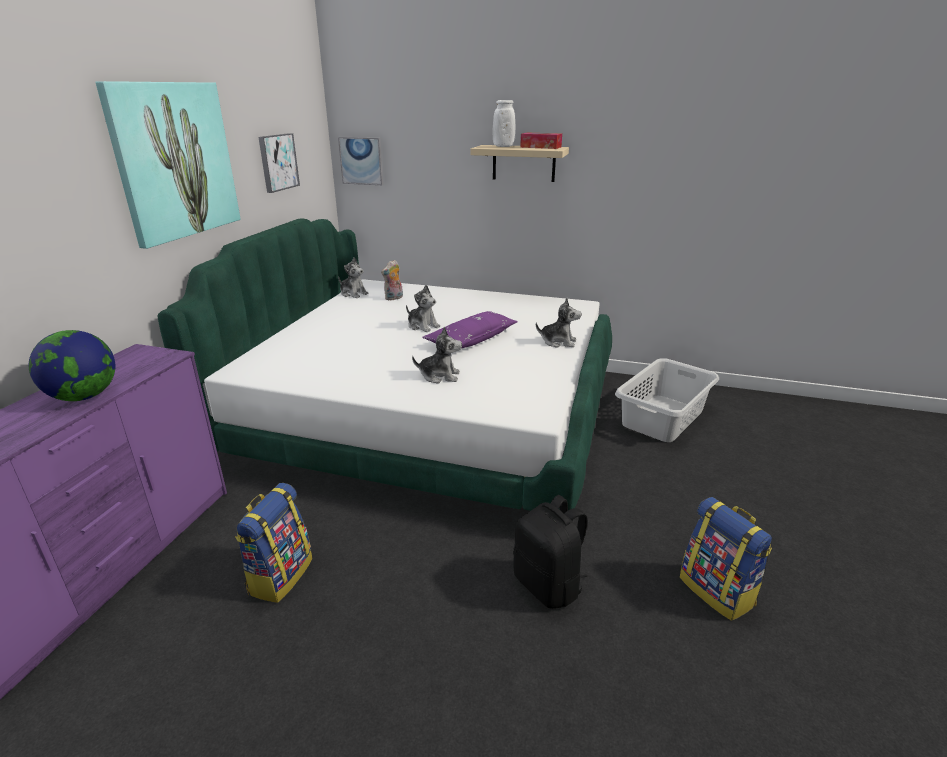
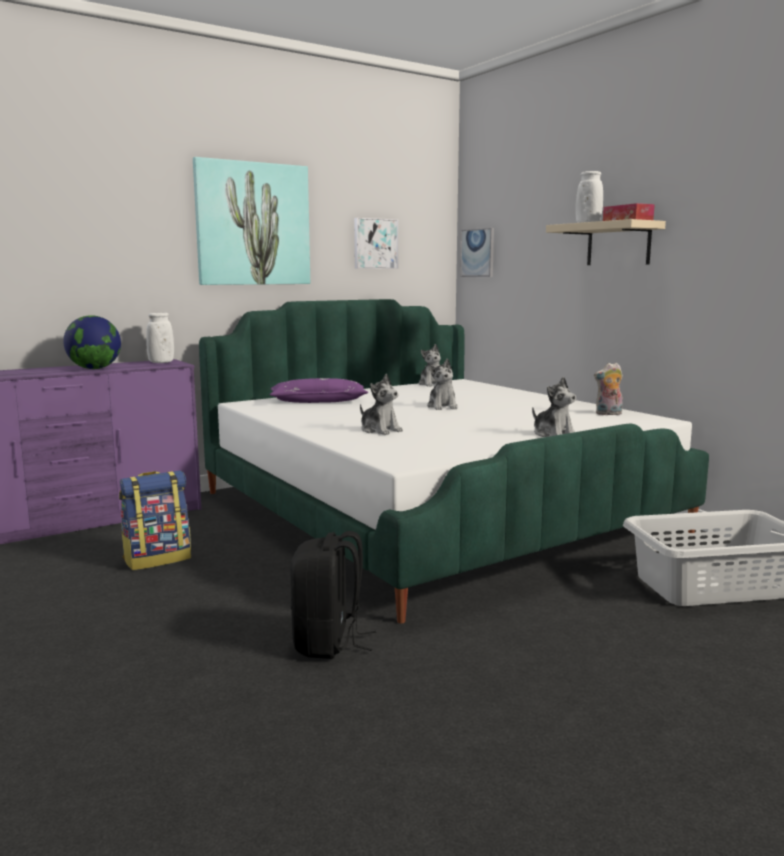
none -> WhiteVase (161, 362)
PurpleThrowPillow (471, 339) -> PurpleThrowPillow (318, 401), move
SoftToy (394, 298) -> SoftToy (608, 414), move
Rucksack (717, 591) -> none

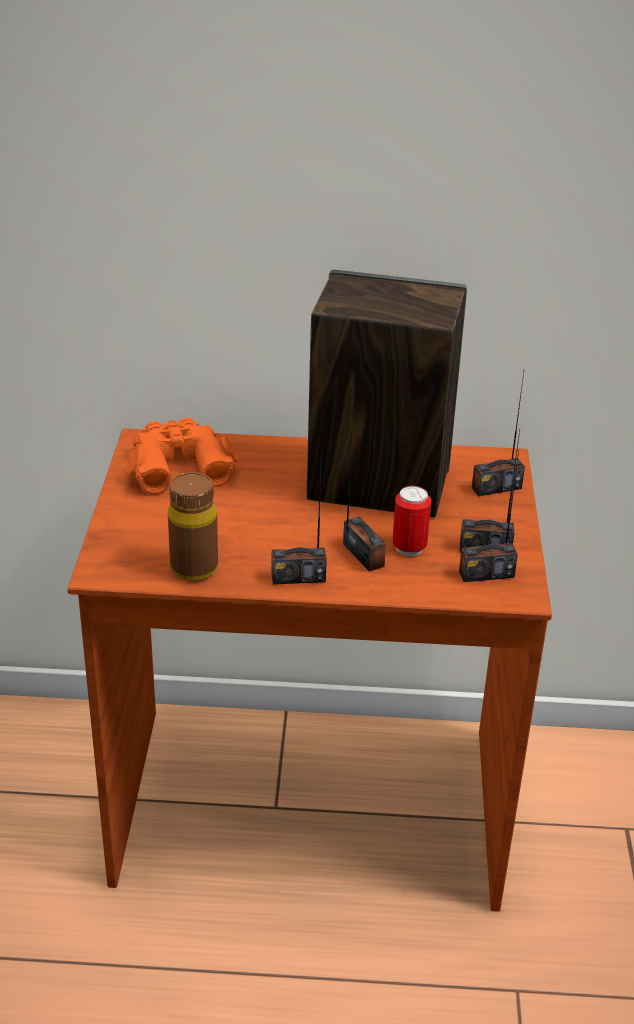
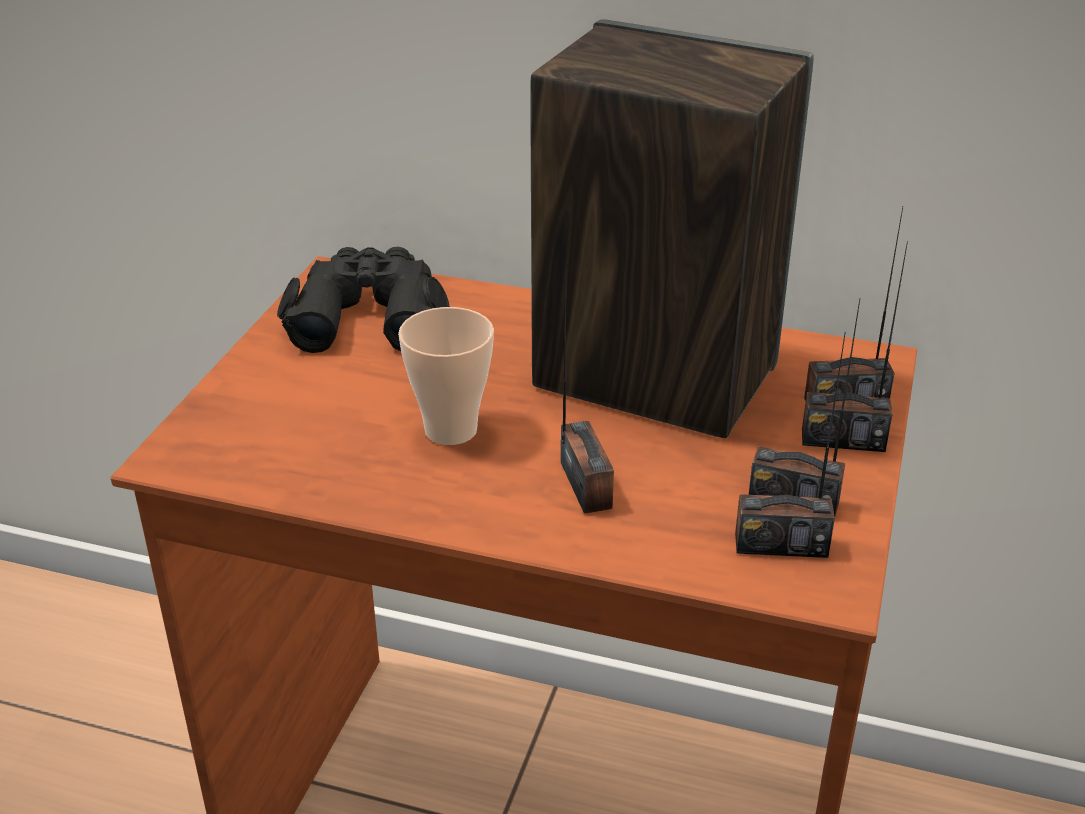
OrangeColouredFieldGlasses (178, 465) -> BlackFieldGlasses (367, 314)
none -> SmallCup (451, 430)
Radio (298, 577) -> Radio (843, 440), move
BrownishBeverageBottle (194, 568) -> none
MetalCan (409, 548) -> none

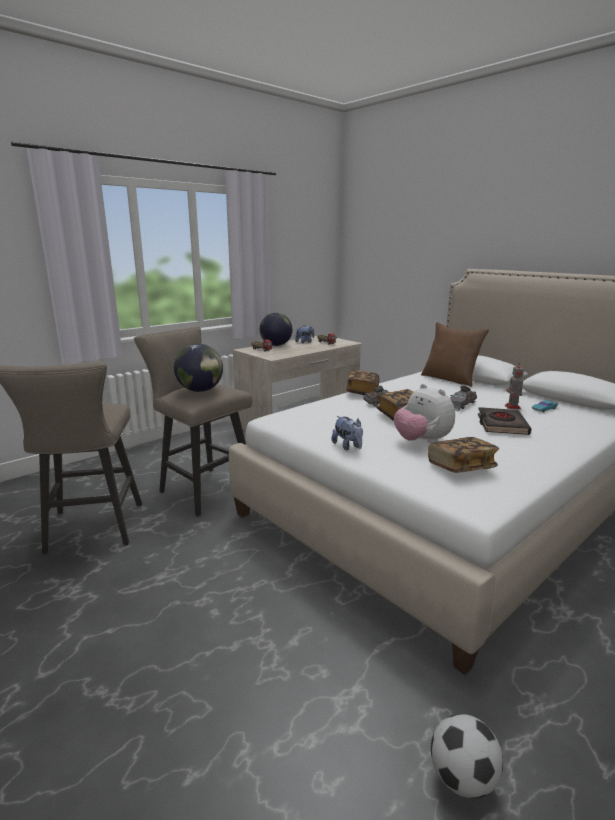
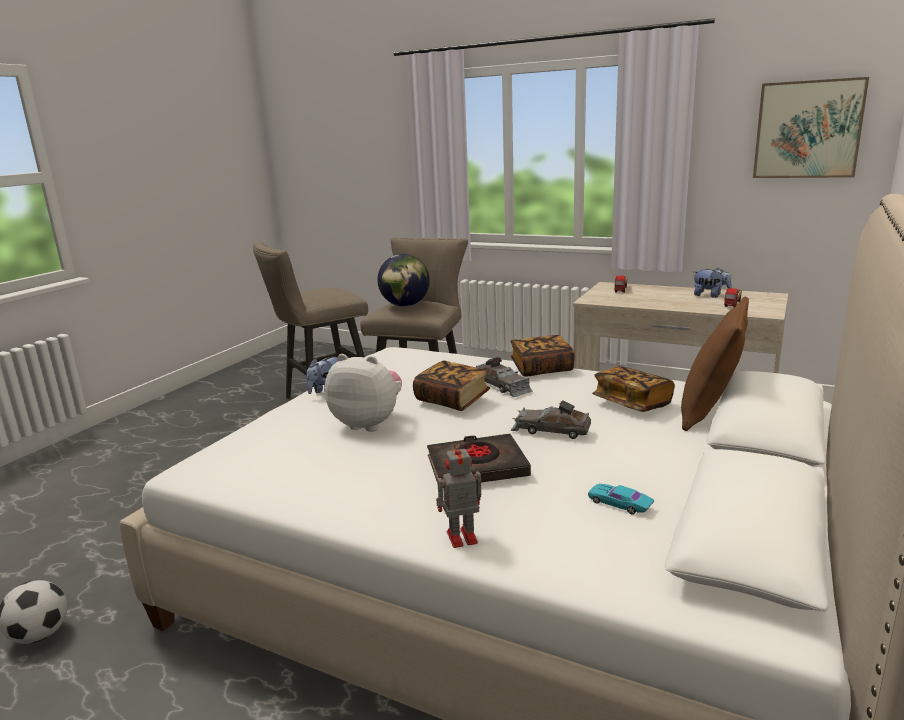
SoftToy (422, 441) -> SoftToy (369, 423), 75 degrees clockwise
RobotFigure (512, 407) -> RobotFigure (460, 537), move
Volume (461, 467) -> Volume (632, 403), move
none -> WallPicture (808, 129)
DeskGlobe (276, 345) -> none

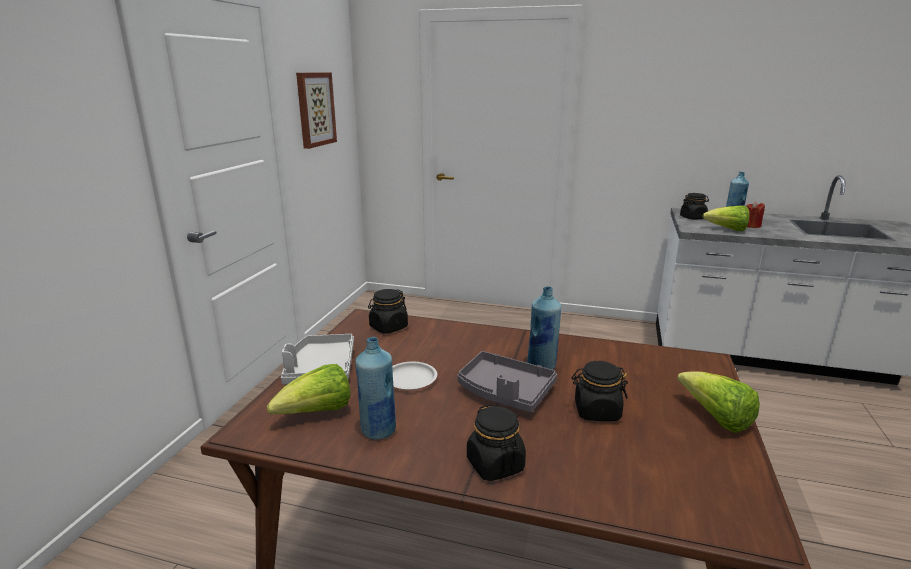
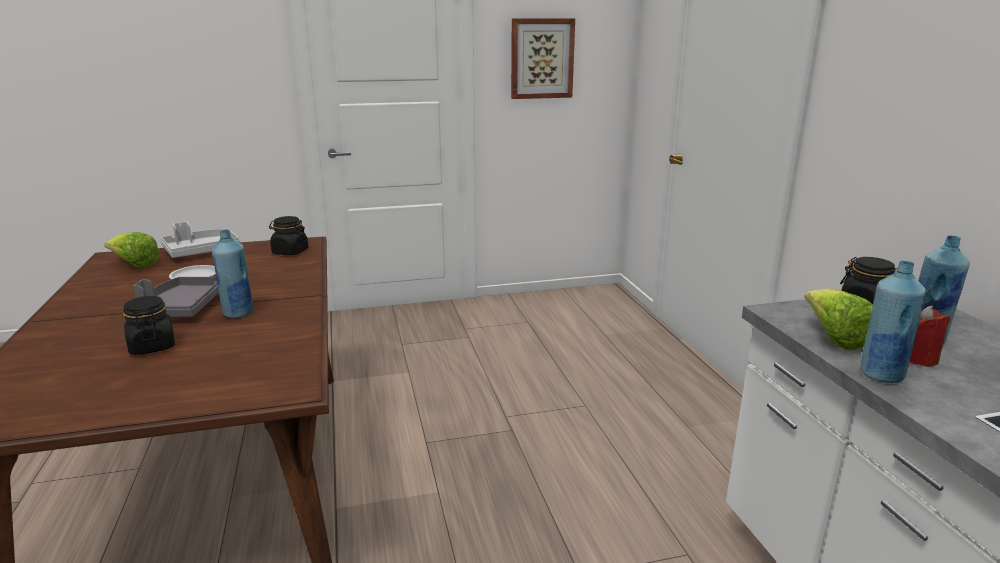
BluishBeverageBottle (378, 431) -> BluishBeverageBottle (880, 374), move
BlackStorageJar (495, 465) -> none
Lettuce (715, 418) -> none

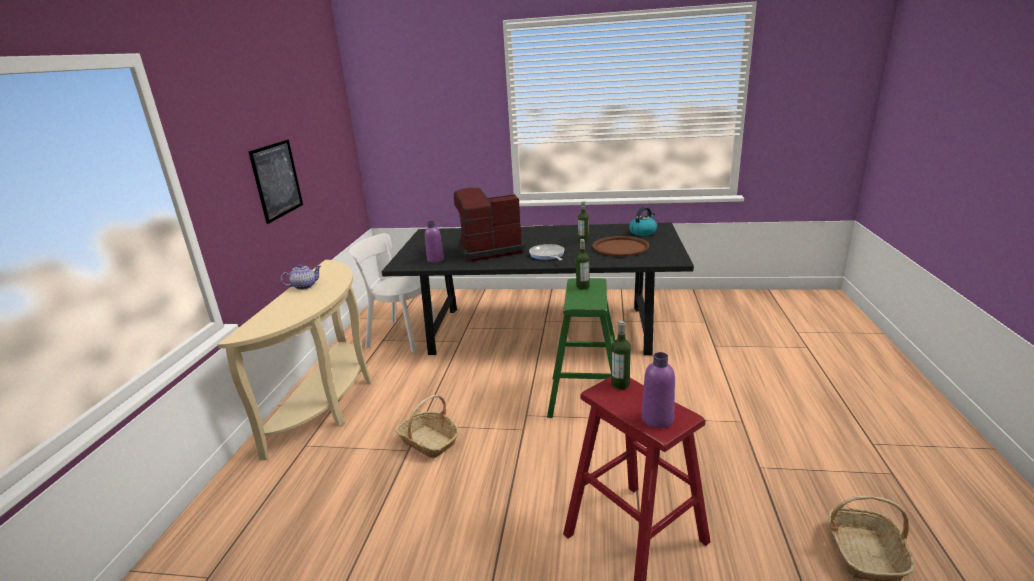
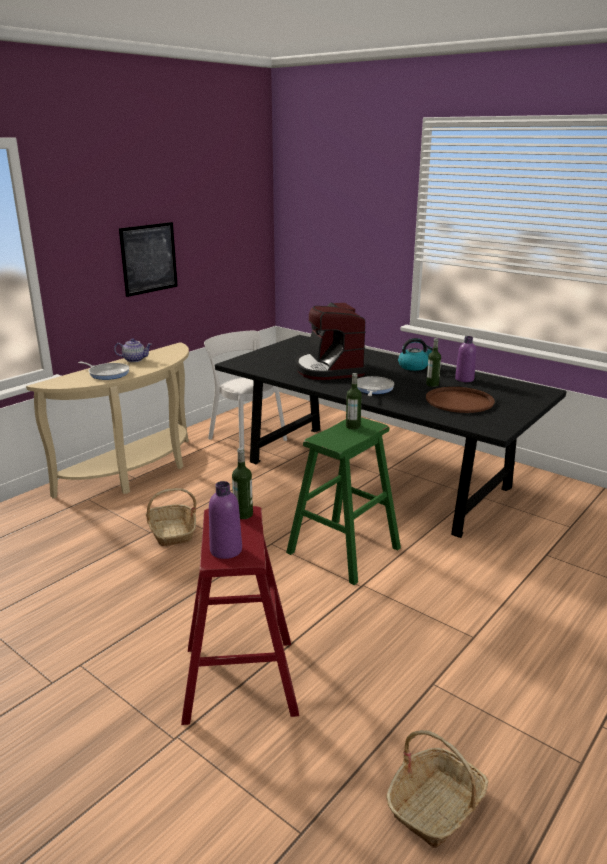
none -> Skillet (107, 373)
CoffeeBrewer (489, 249) -> CoffeeBrewer (329, 369), 120 degrees counterclockwise
TeaKettle (643, 232) -> TeaKettle (413, 366), move
PurpleBeverageBottle (435, 259) -> PurpleBeverageBottle (464, 379), move

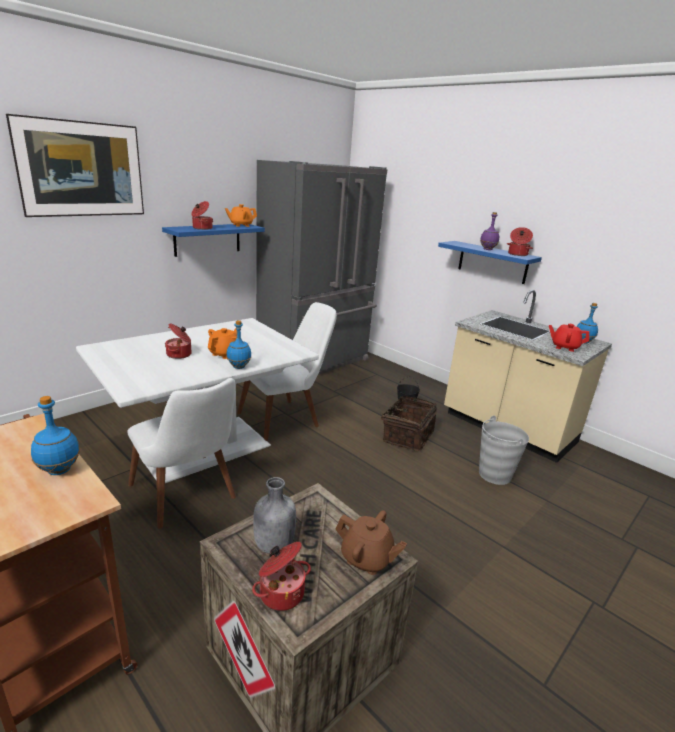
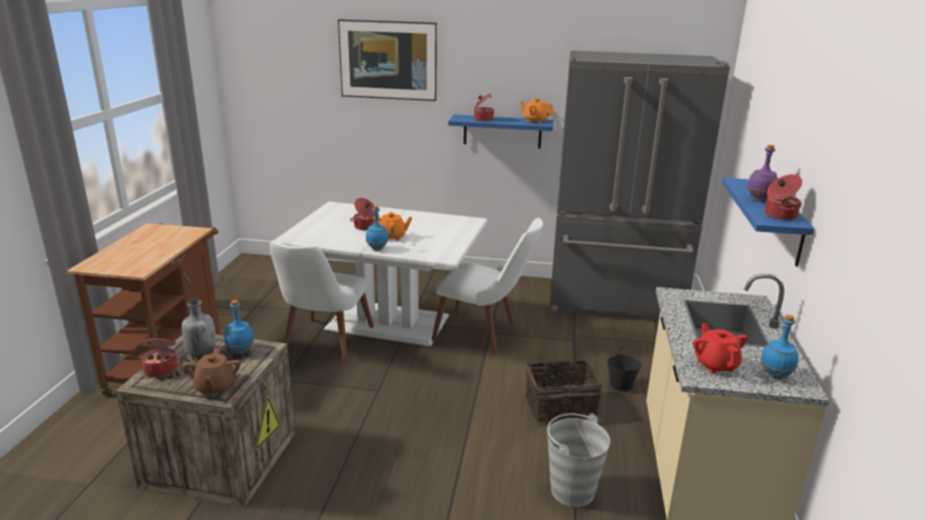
BluishBeverageBottle (58, 470) -> BluishBeverageBottle (240, 351), move

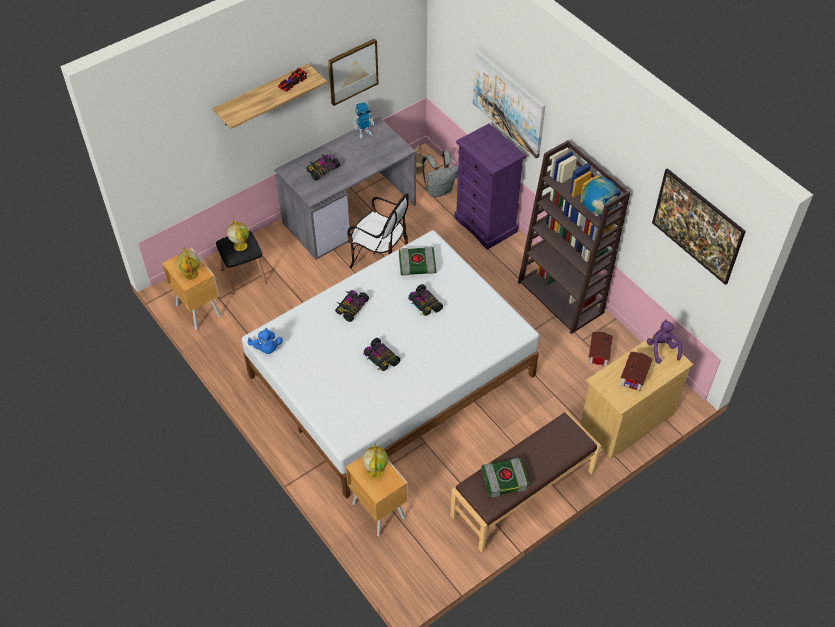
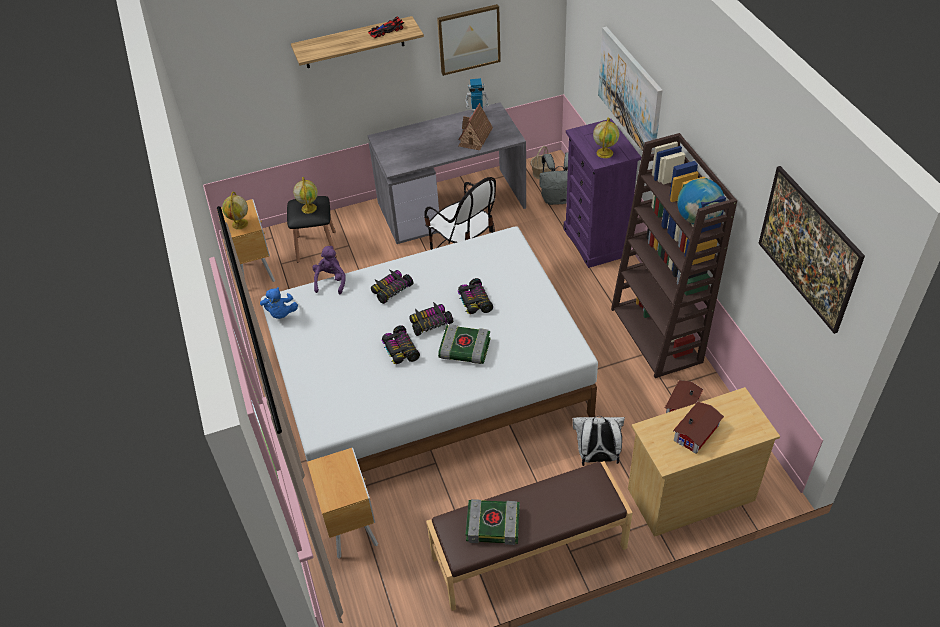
PurpleSoftToy (662, 349) -> PurpleSoftToy (331, 281), move
ModelCar (322, 170) -> ModelCar (430, 322), move
Volume (416, 265) -> Volume (464, 350), move
none -> ModelHouse (475, 138)
none -> WhiteRucksack (597, 457)
DeskGlobe (375, 470) -> DeskGlobe (604, 152), move

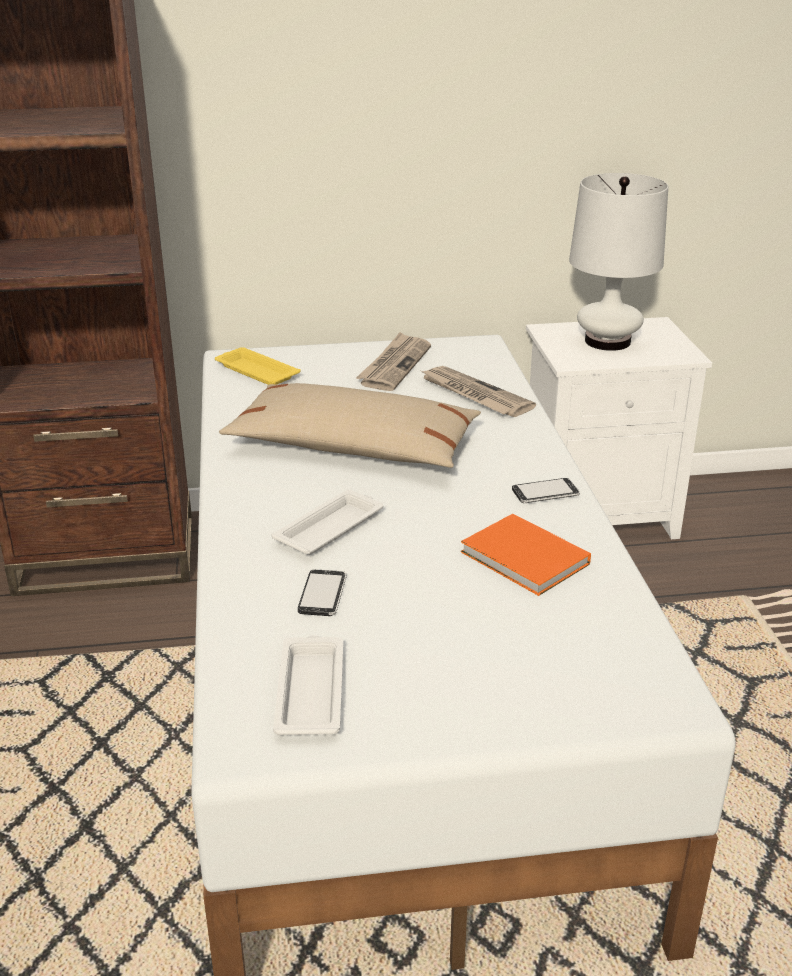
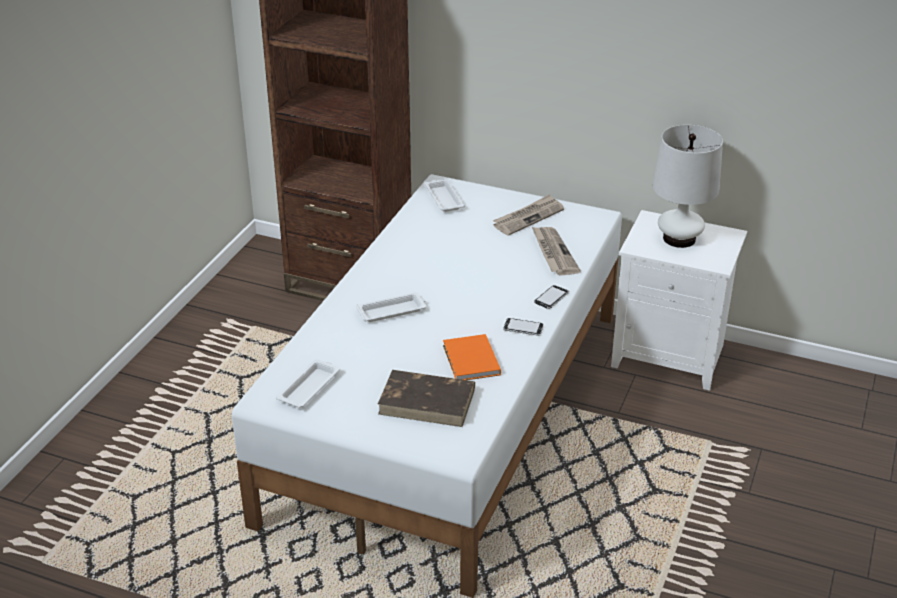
none -> BrownishVolume (428, 401)
YellowColouredTray (256, 371) -> WhiteTray (444, 198)
Phone (322, 595) -> Phone (551, 298), move
BeigeColouredThrowPillow (353, 447) -> none

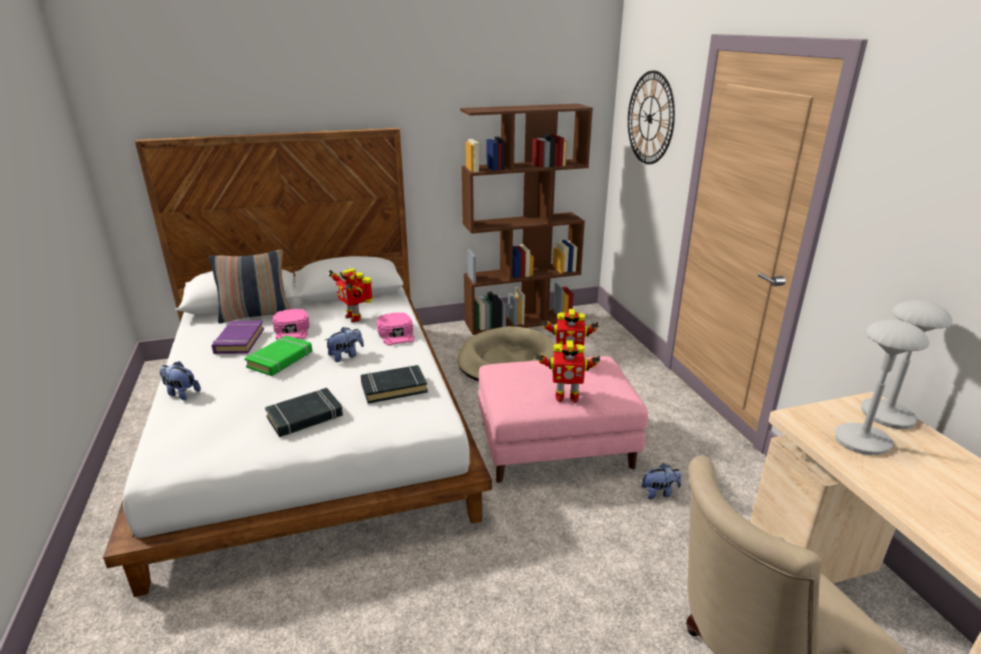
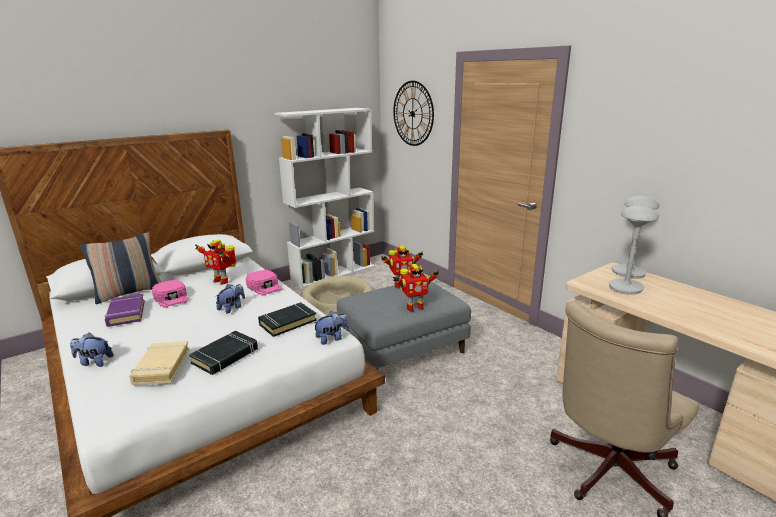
none -> BeigeColouredVolume (161, 366)
BrownishShelvingUnit (521, 320) -> WhiteShelvingUnit (334, 273)
SoftToy (659, 492) -> SoftToy (332, 338), move
PinkColouredFootrest (556, 445) -> GreyFootrest (403, 349)
GreenVolume (280, 359) -> none

